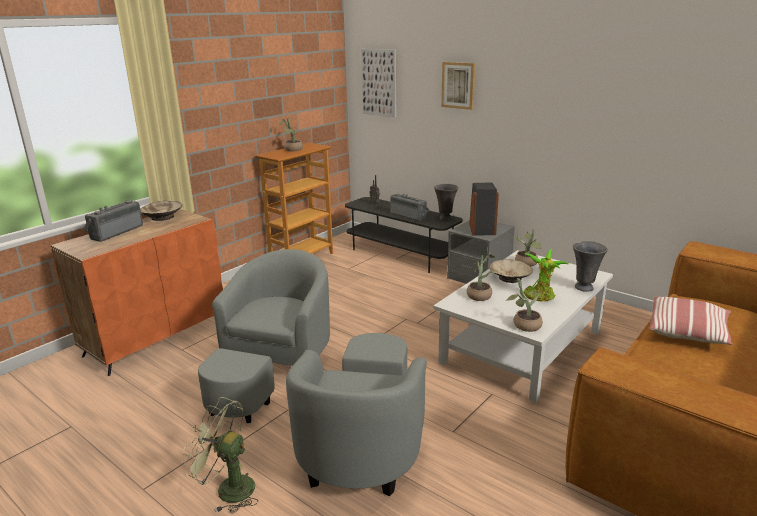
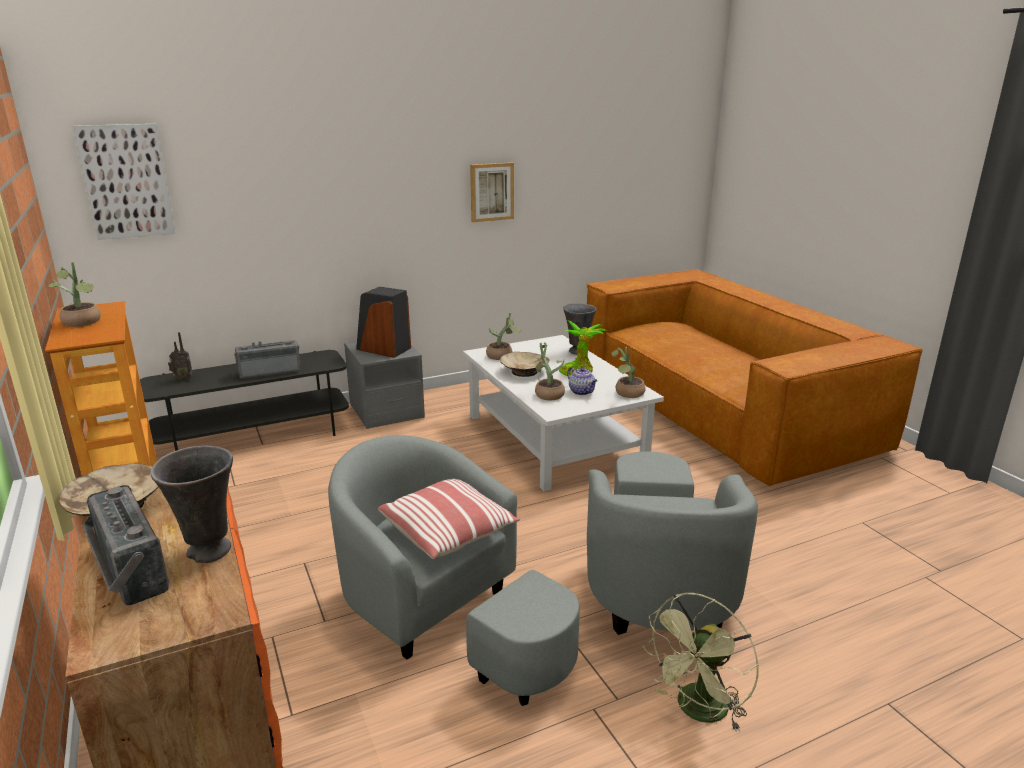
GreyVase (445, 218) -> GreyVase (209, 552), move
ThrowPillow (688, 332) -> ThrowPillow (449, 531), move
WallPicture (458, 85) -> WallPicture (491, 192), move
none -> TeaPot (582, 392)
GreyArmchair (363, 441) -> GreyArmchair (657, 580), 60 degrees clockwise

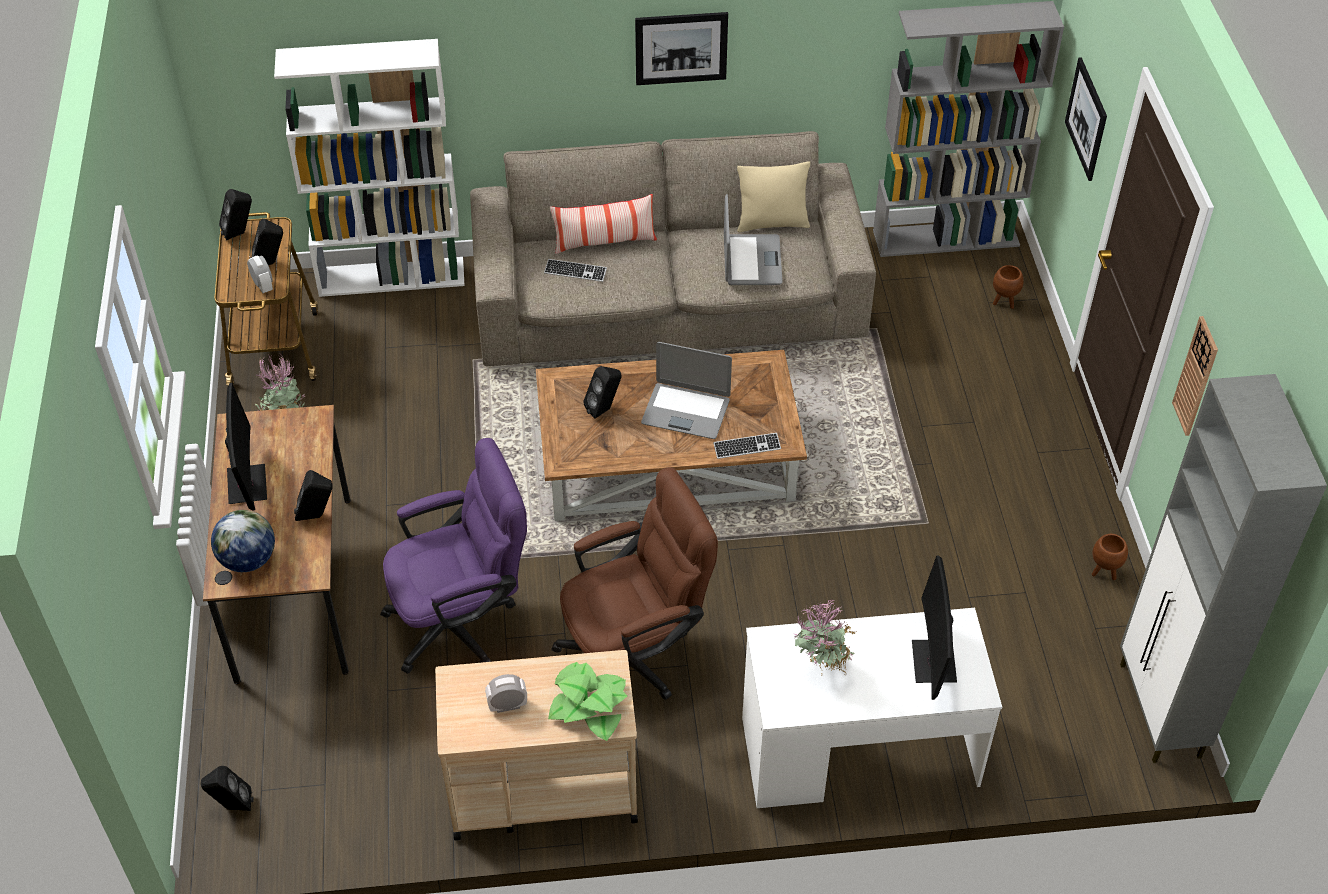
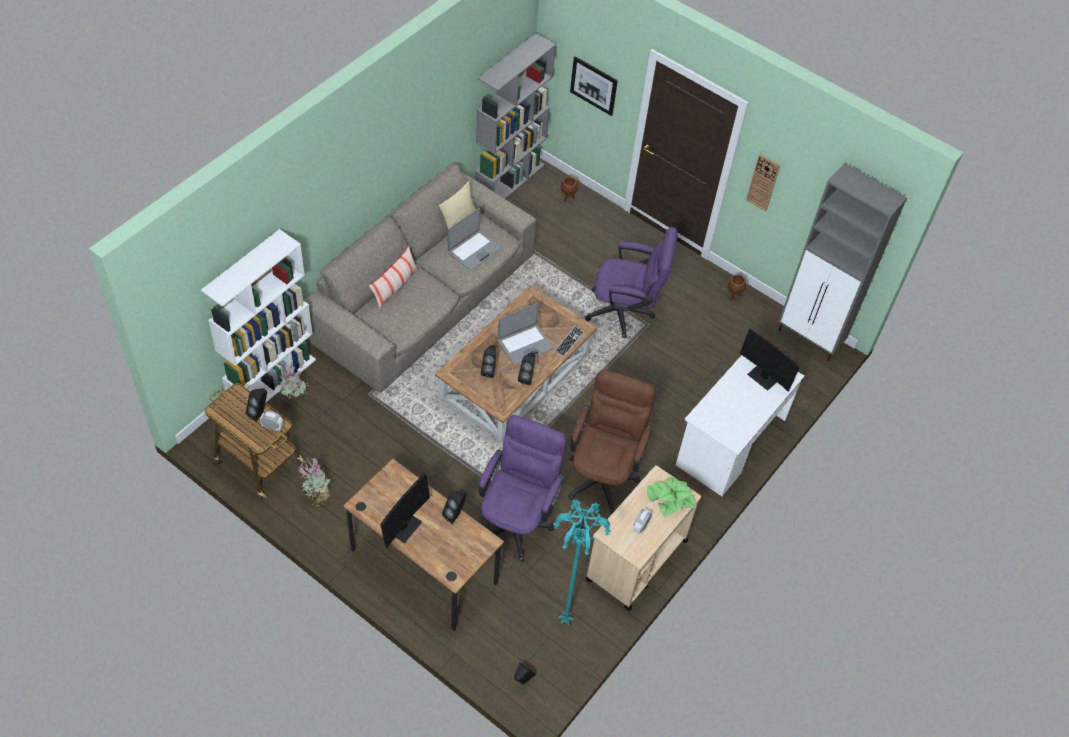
Houseplant (821, 668) -> Houseplant (295, 398), move
ComputerScreen (247, 484) -> ComputerScreen (404, 527), 90 degrees clockwise
NotebookComputer (751, 261) -> NotebookComputer (474, 250), 90 degrees clockwise
BlackLoudspeaker (240, 233) -> BlackLoudspeaker (527, 377), move
none -> TurquoiseStandardLamp (564, 620)
none -> PurpleOfficeChair (626, 312)
DeskGlobe (248, 560) -> none
ComputerKeyboard (575, 272) -> none
WallPicture (681, 48) -> none

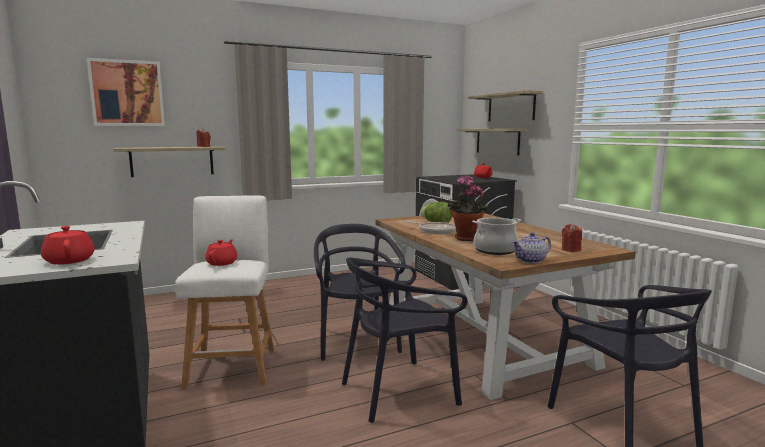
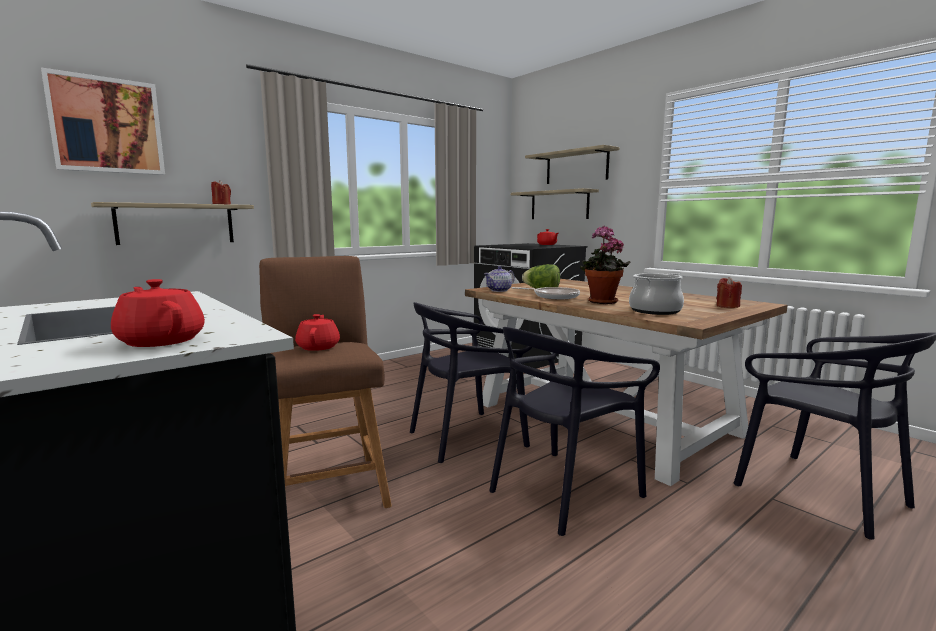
WhiteStoolSeat (233, 365) -> BrownishStoolSeat (328, 487)
BlackPlainChair (356, 341) -> BlackPlainChair (467, 437), 90 degrees counterclockwise
TeaPot (531, 261) -> TeaPot (499, 290), move

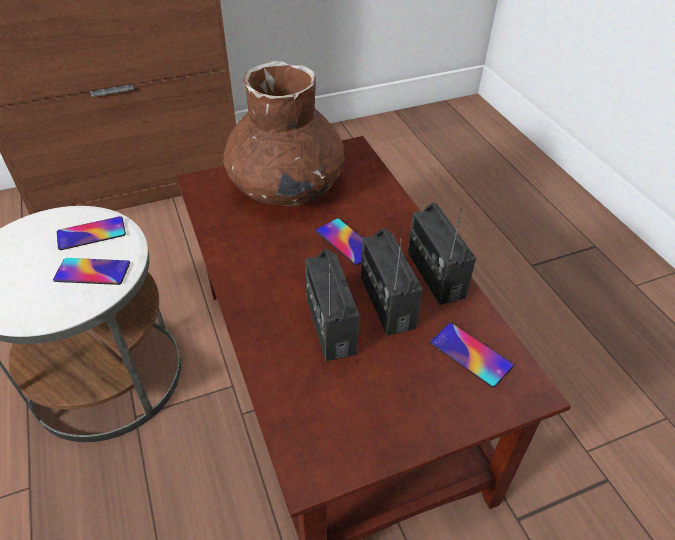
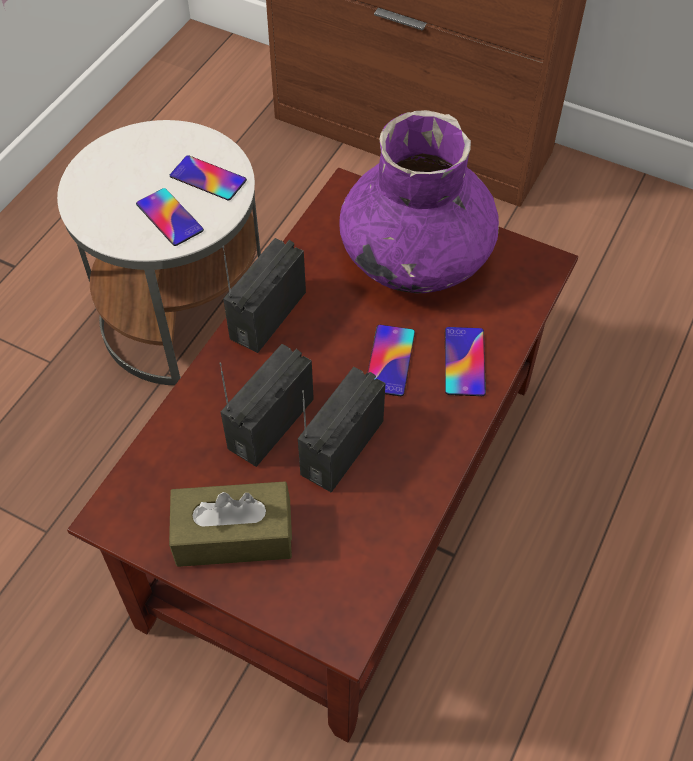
none -> BrownishTissueBox (233, 535)
Radio (435, 274) -> Radio (267, 315), move
BrownishVase (285, 186) -> PurpleVase (415, 256)
Phone (470, 354) -> Phone (464, 361), move

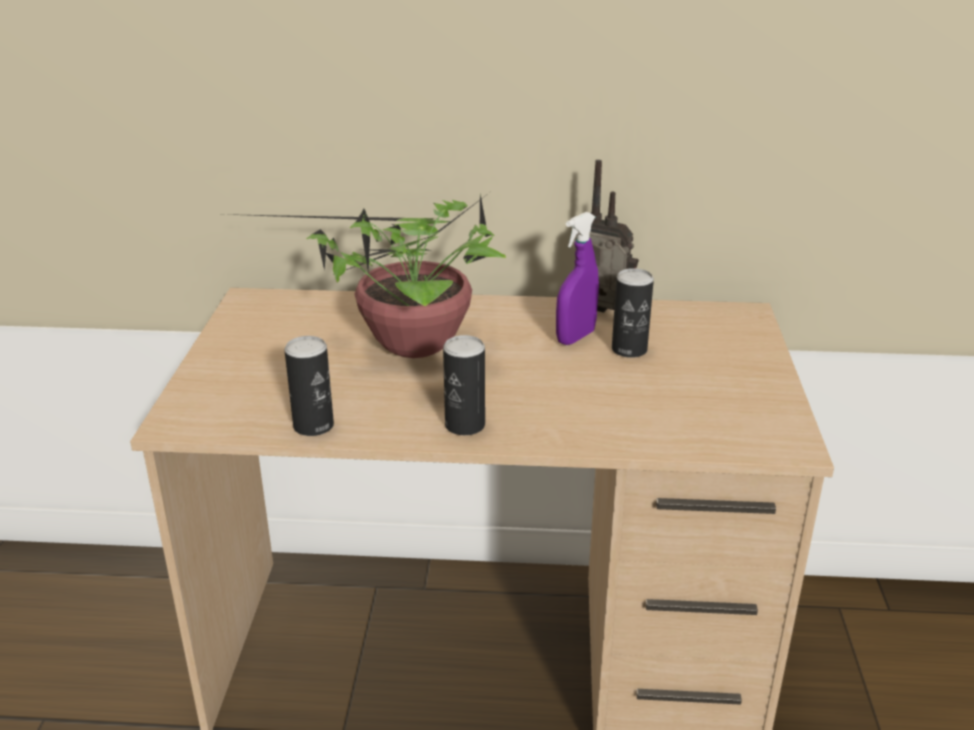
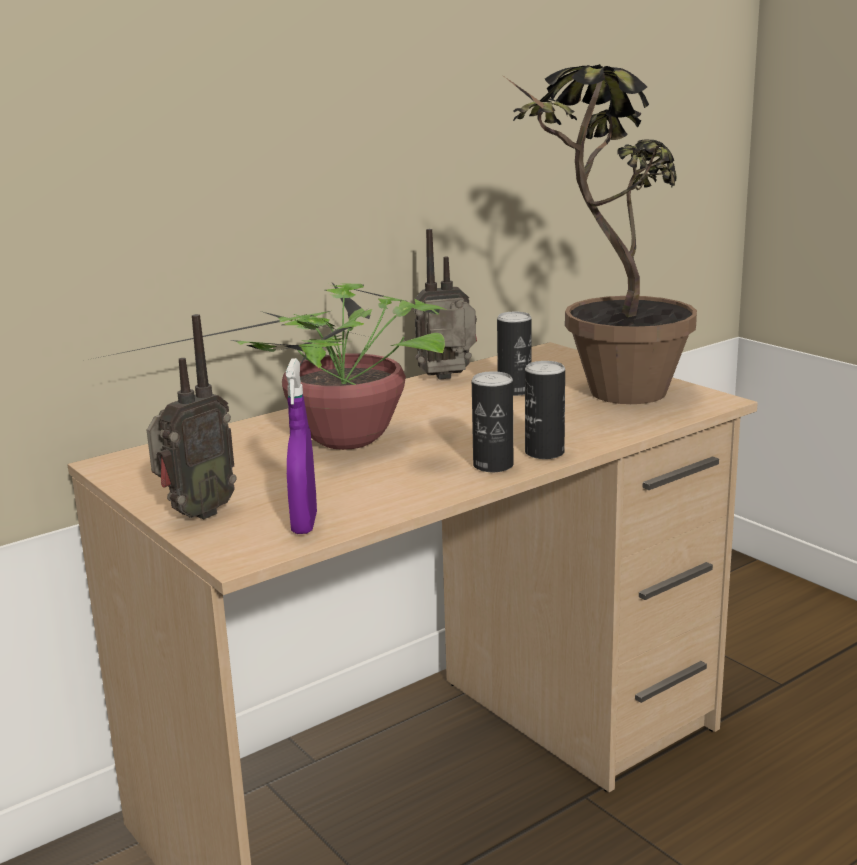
none -> Radio (195, 514)
PurpleHandSprayer (575, 337) -> PurpleHandSprayer (304, 524), move
none -> Houseplant (609, 399)
MetalCan (313, 426) -> MetalCan (544, 452), move

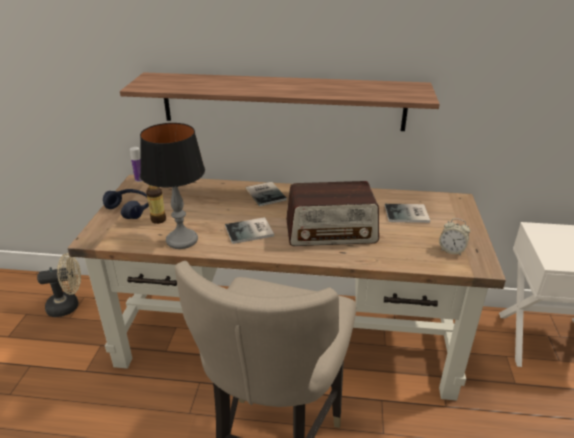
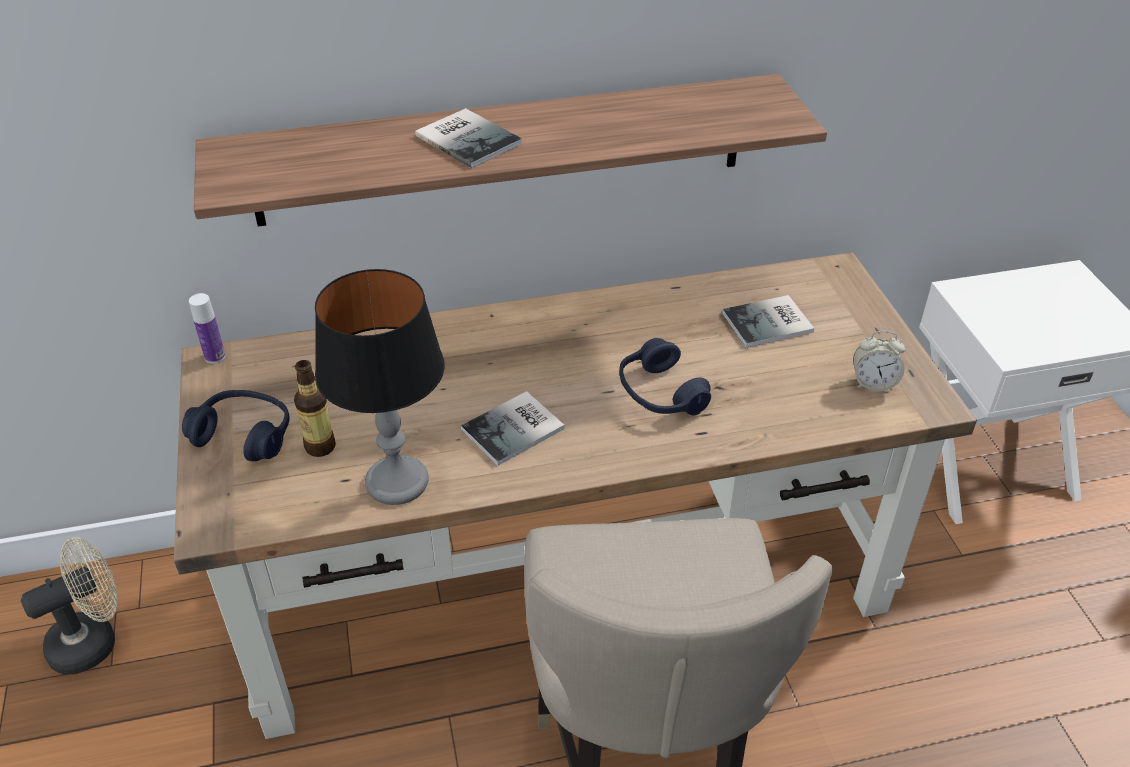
Volume (266, 193) -> Volume (468, 138), move
Radio (331, 232) -> BluishHeadset (660, 393)

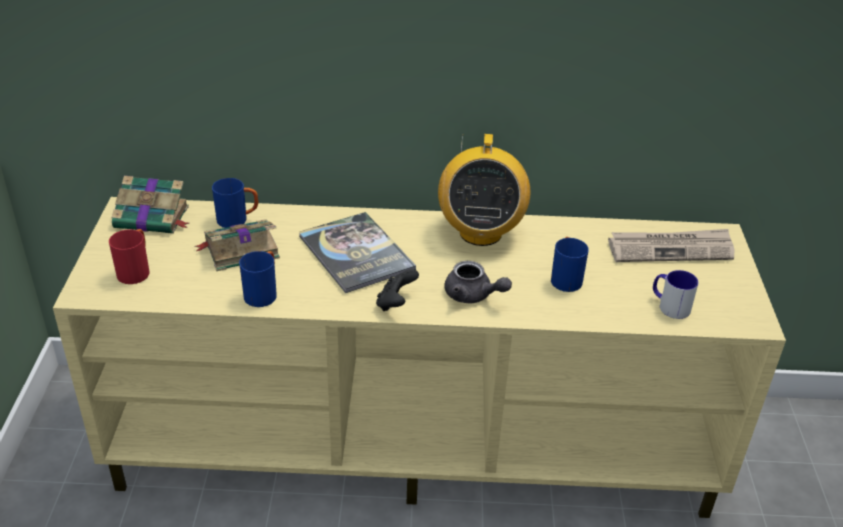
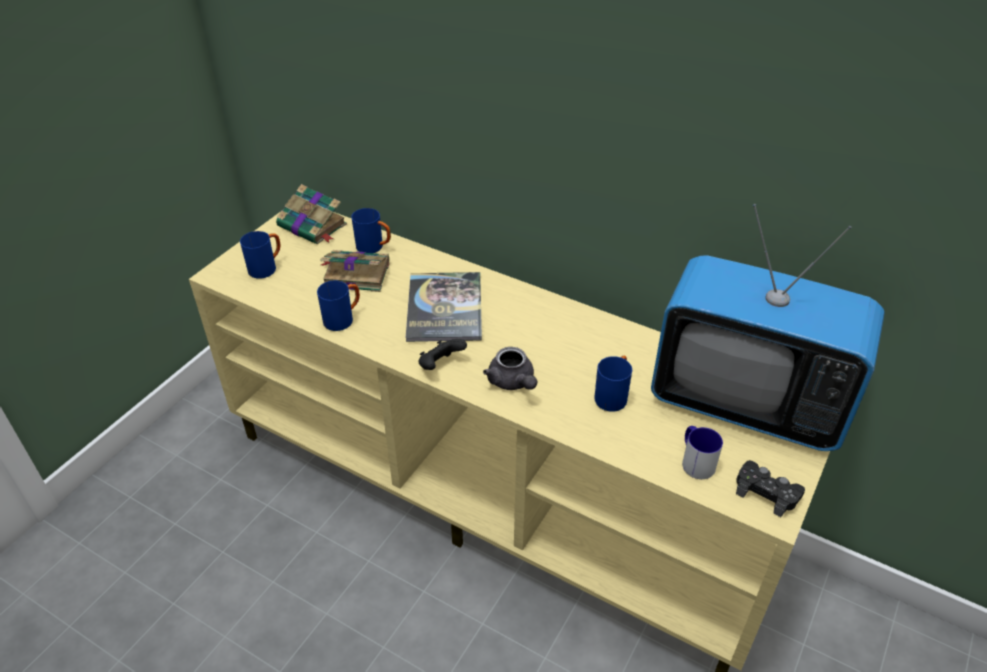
RedColouredTeaMug (136, 270) -> BluishTeaMug (267, 267)
DailyPaper (671, 249) -> TvSet (747, 402)
none -> BlackJoypad (766, 492)
Radio (480, 232) -> none

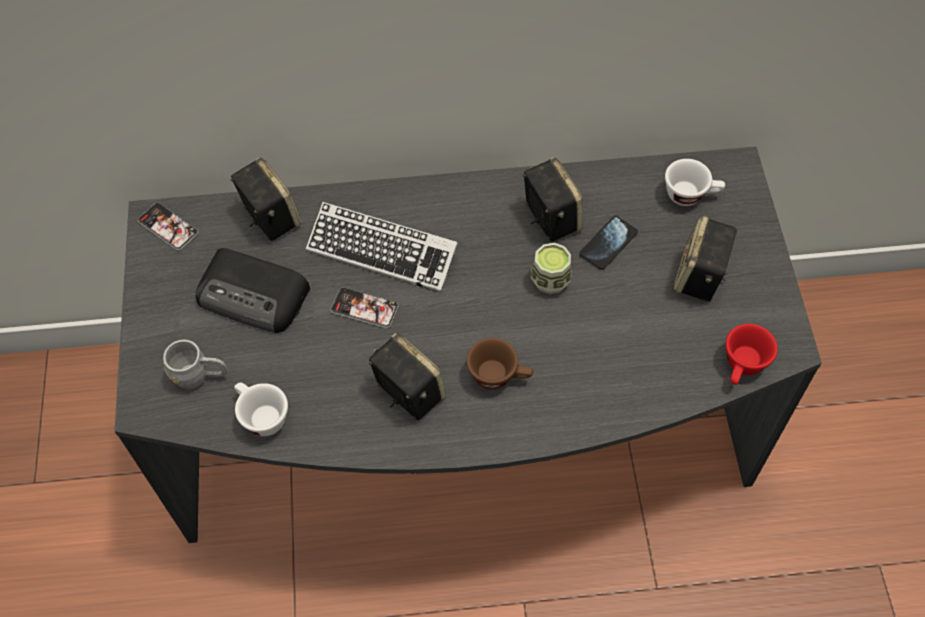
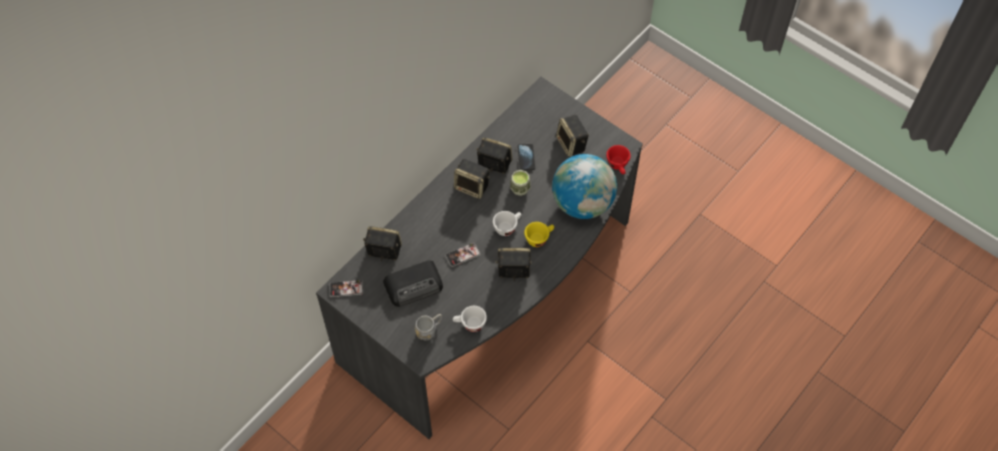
none -> Loudspeaker (472, 187)
WhiteSmallCup (691, 194) -> WhiteSmallCup (507, 227), move
BrownishSmallCup (499, 375) -> YellowColouredSmallCup (539, 238)
none -> DeskGlobe (582, 203)
ComputerKeyboard (382, 251) -> none

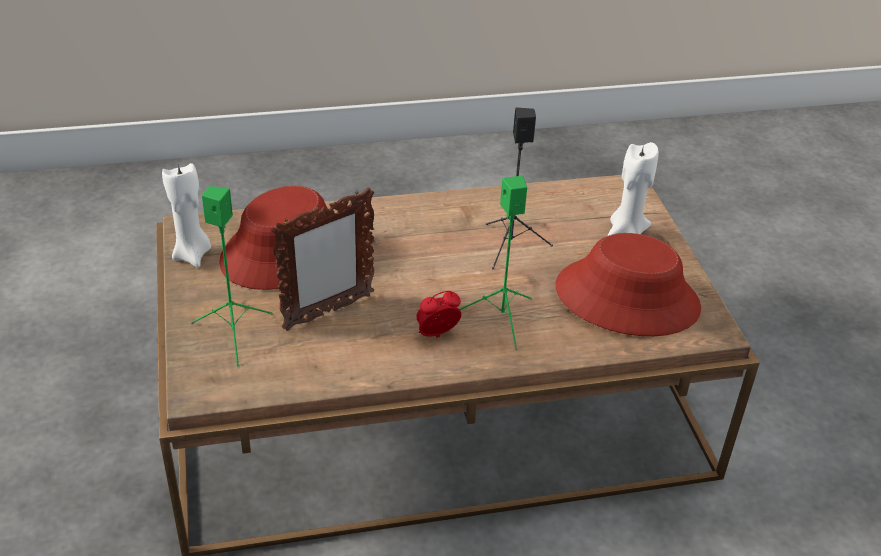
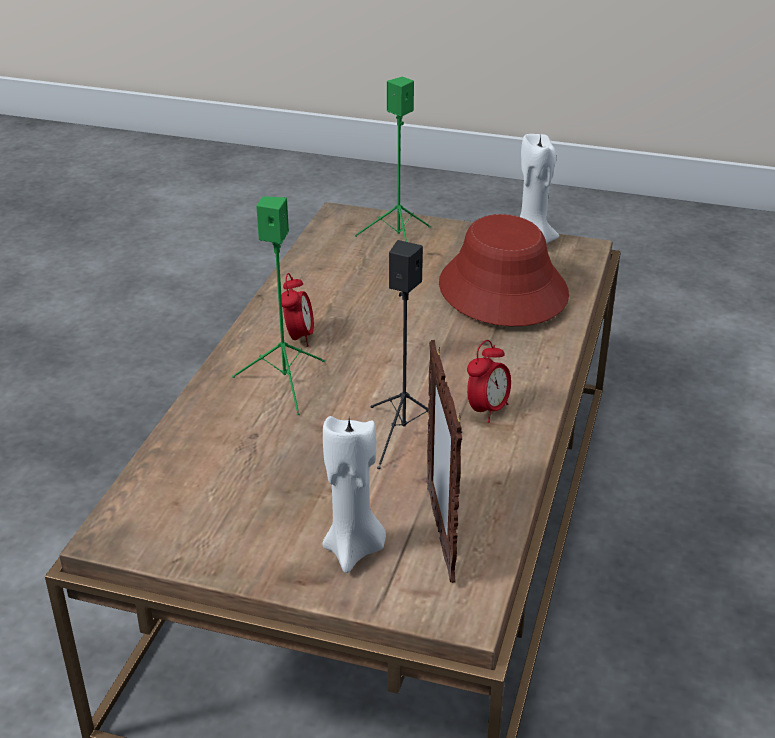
StandingFrame (327, 312) -> StandingFrame (441, 533), move
none -> BedsideClock (487, 410)
RedColouredClothingHat (627, 298) -> none

